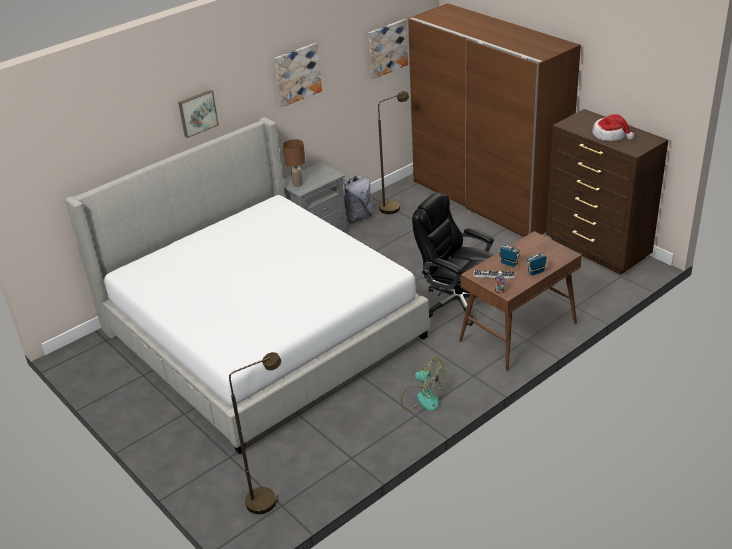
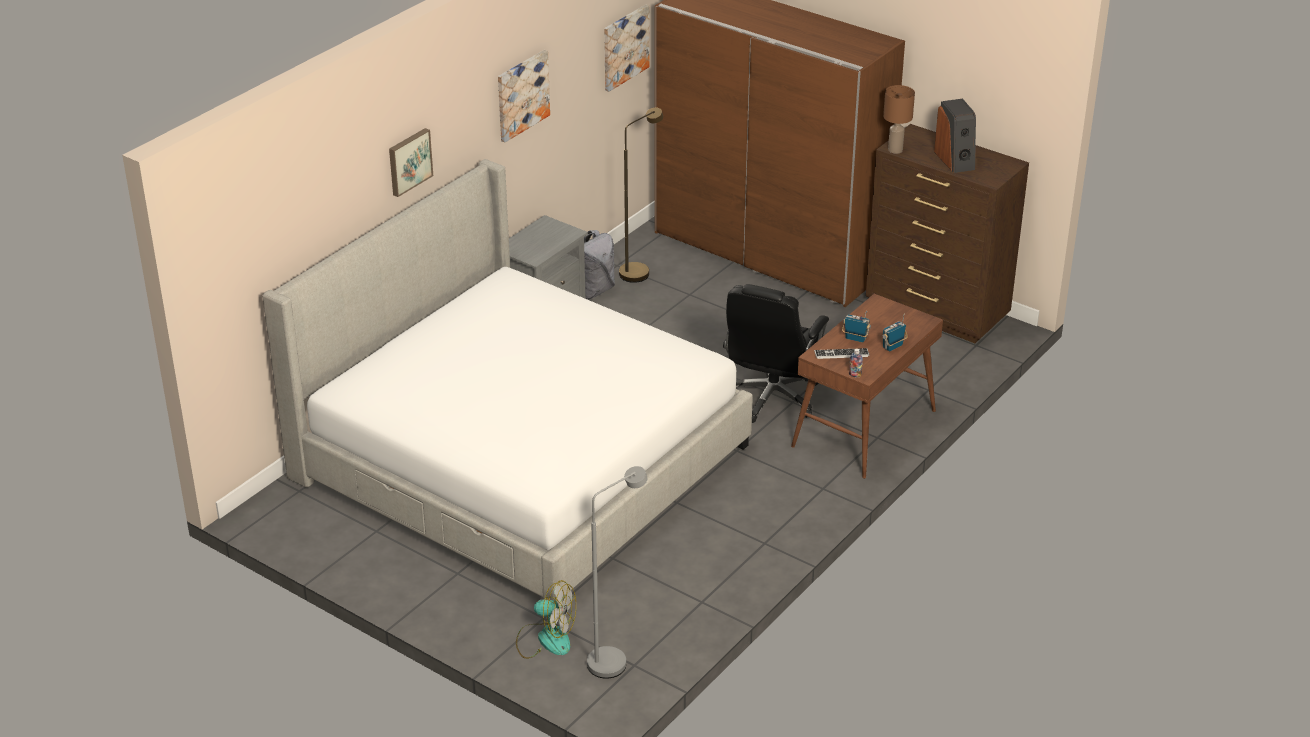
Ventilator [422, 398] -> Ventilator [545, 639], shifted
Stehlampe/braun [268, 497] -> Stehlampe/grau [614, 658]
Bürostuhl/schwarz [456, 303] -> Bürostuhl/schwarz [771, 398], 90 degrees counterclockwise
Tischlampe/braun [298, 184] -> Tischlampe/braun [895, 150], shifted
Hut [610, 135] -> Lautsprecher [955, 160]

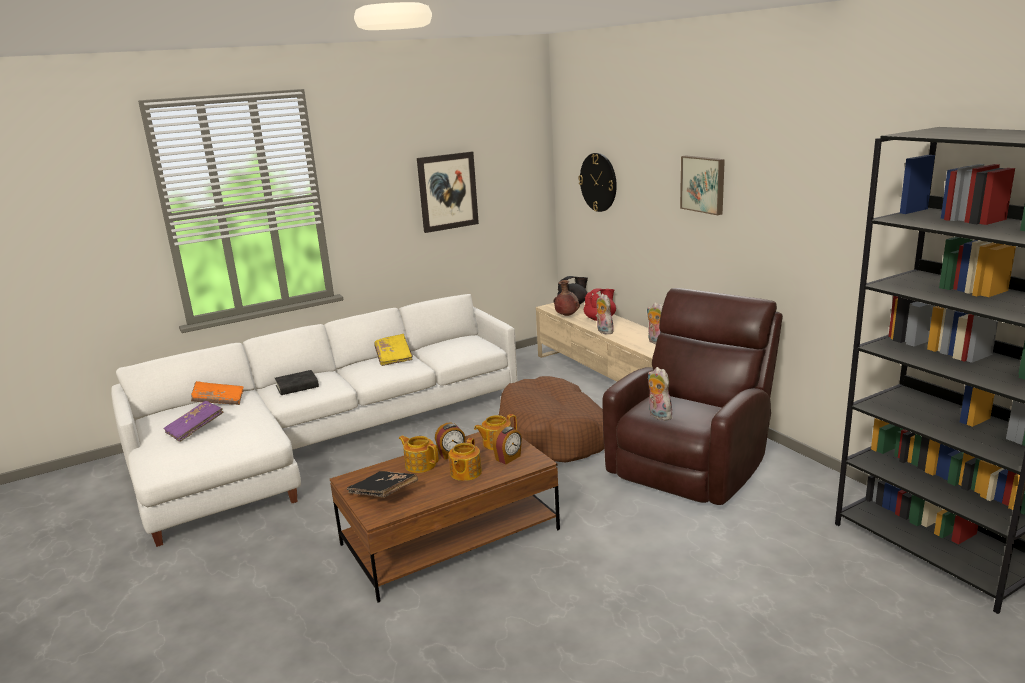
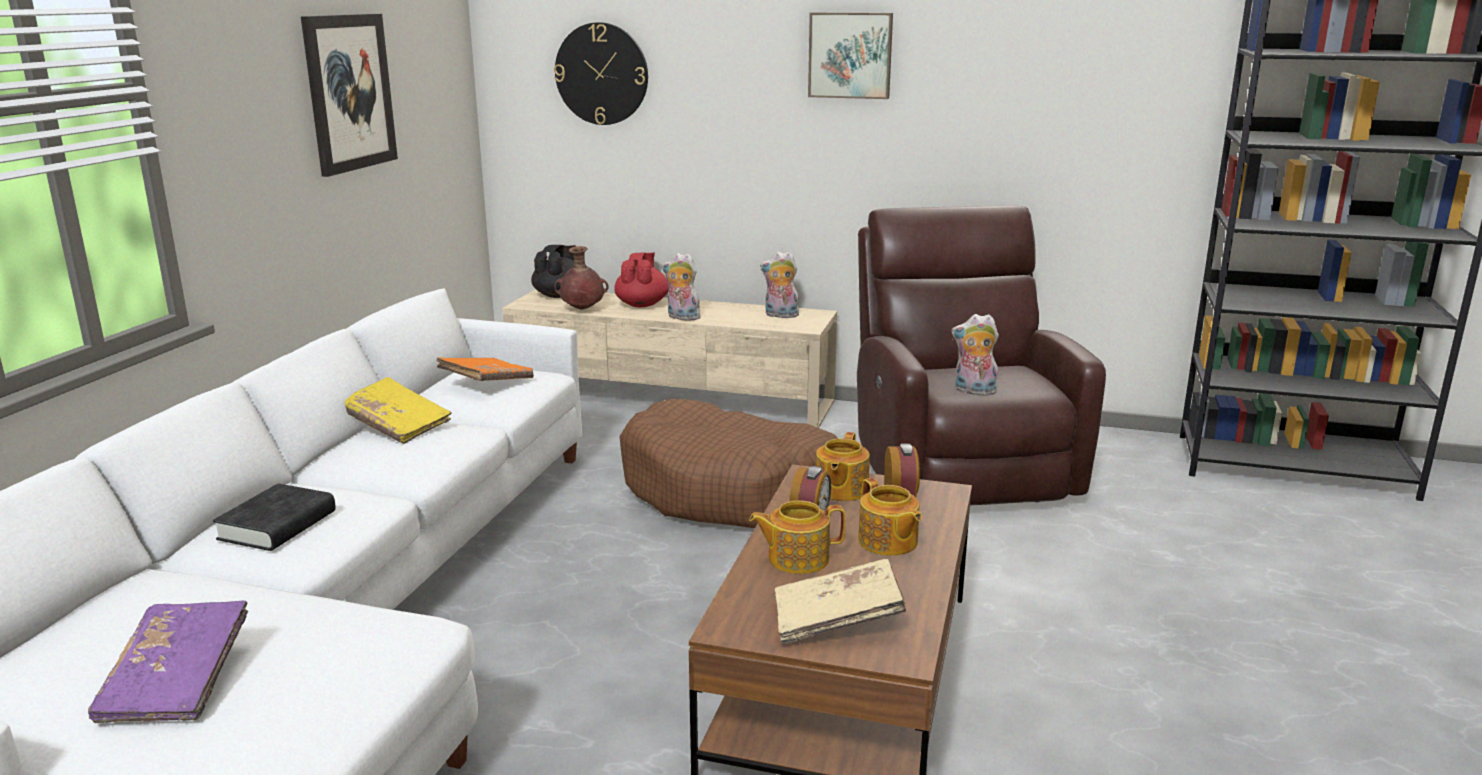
Buch/orange [219, 401] -> Buch/orange [487, 383], shifted
Buch/schwarz [383, 494] -> Buch/beige [837, 620]

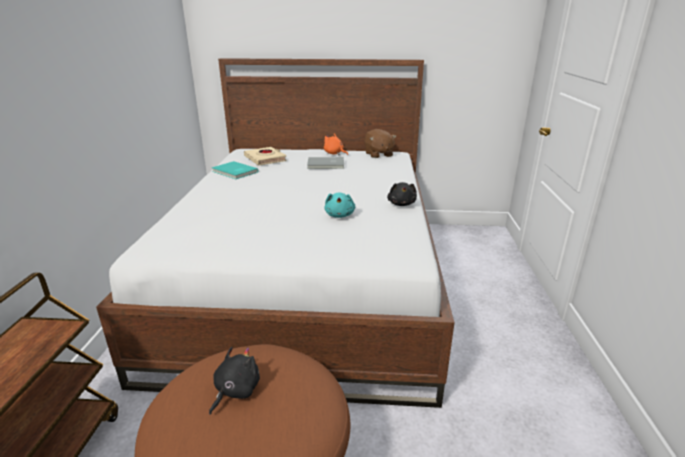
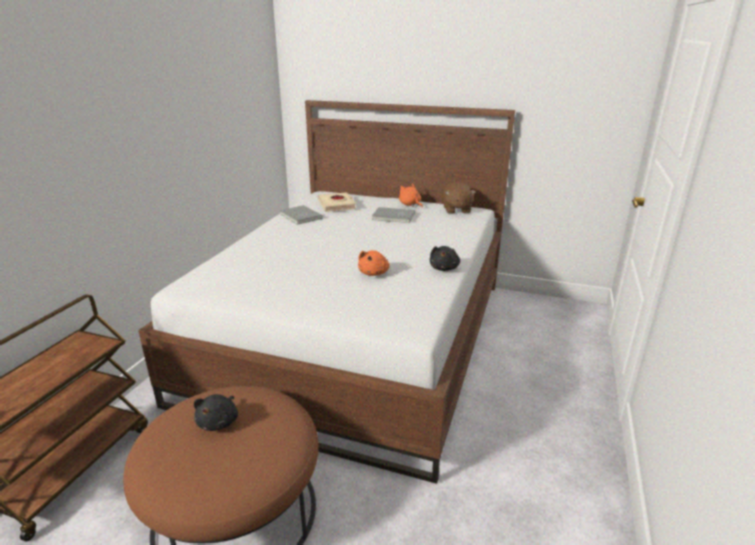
Plüschtier/schwarz [235, 390] -> Plüschtier/schwarz [219, 422], 150 degrees clockwise
Buch/türkis [234, 172] -> Buch/grau [300, 216]
Plüschtier/türkis [340, 215] -> Plüschtier/orange [374, 273]

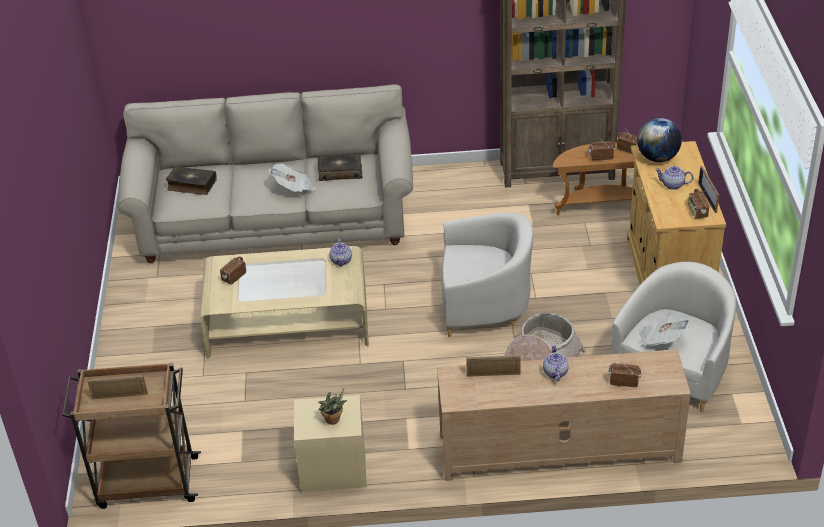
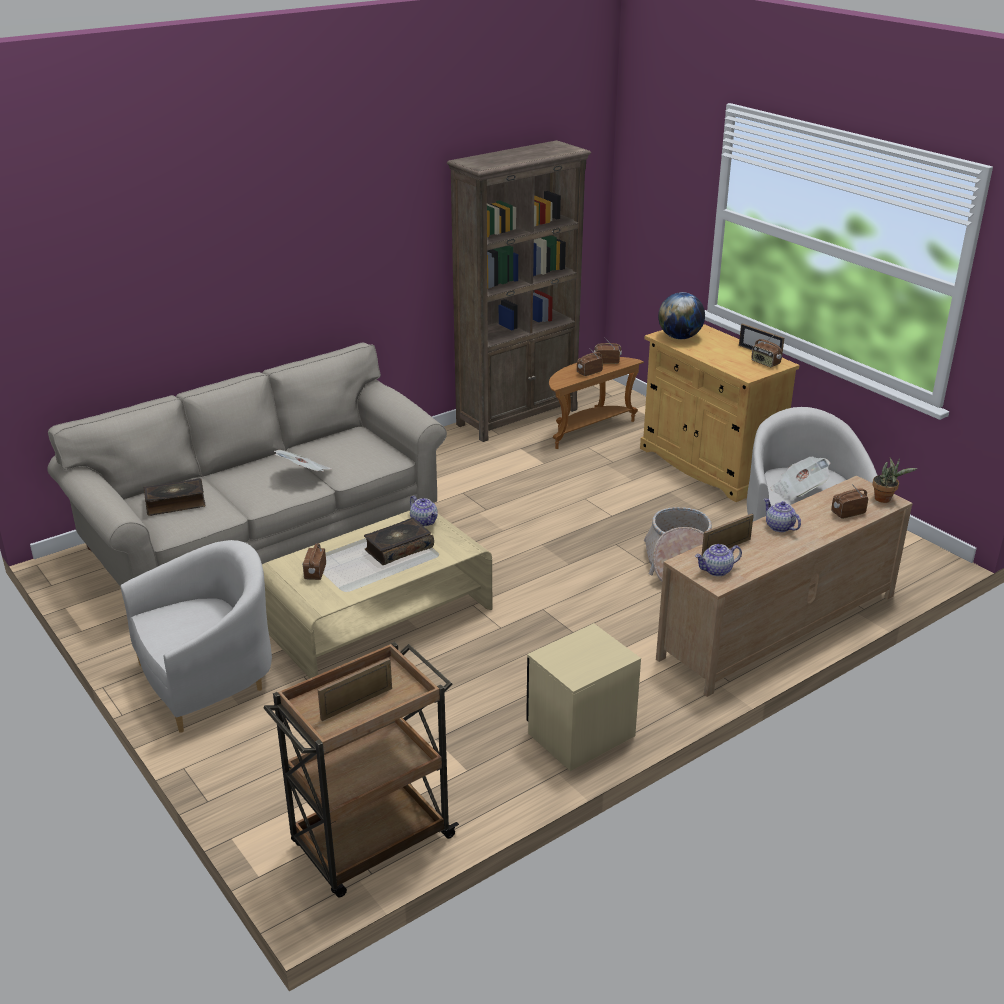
Sessel/weiß [484, 305] -> Sessel/weiß [208, 679], shifted
Buch [340, 172] -> Buch [398, 548], shifted
Teekanne [672, 185] -> Teekanne [716, 570], shifted
Topfpflanze [334, 421] -> Topfpflanze [885, 499], shifted

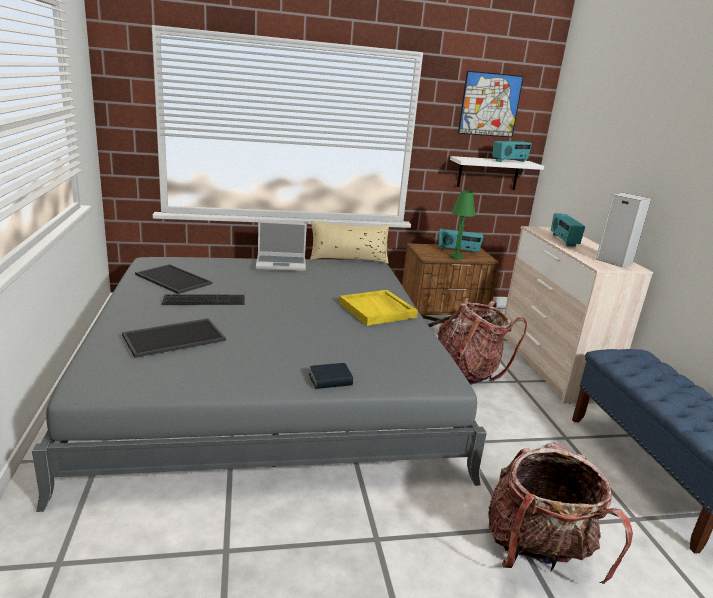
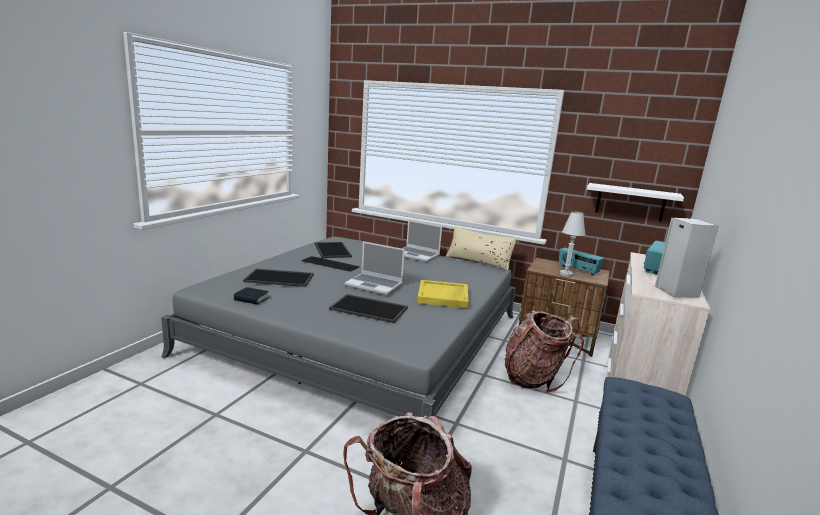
Buch [330, 380] -> Buch [251, 299], shifted
none -> Tablett [370, 308]
none -> Laptop [375, 285]
Tischlampe/grün [456, 257] -> Tischlampe/weiß [566, 274]
Bild [490, 105] -> none
Radio [510, 161] -> none

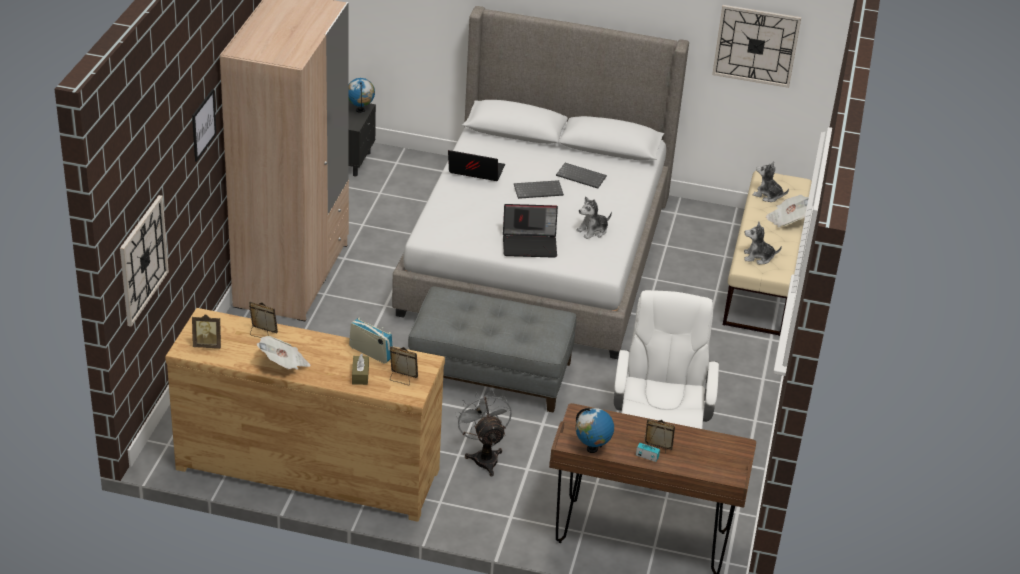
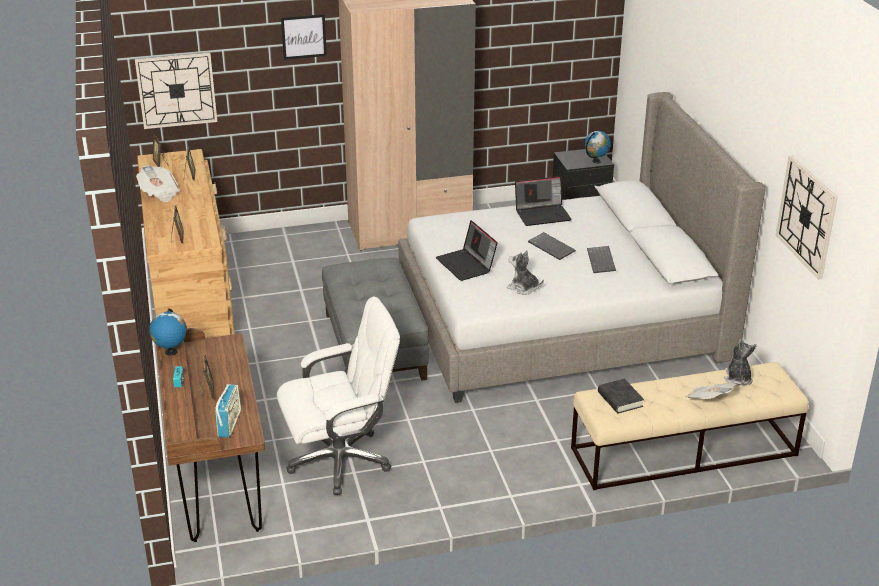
Radio [371, 352] -> Radio [229, 423], shifted
Laptop [475, 172] -> Laptop [543, 214], 90 degrees clockwise
Plüschtier [758, 257] -> Buch/schwarz [620, 399]
Taschentuchbox/braun [360, 375] -> none
Ventilator/grau [484, 456] -> none

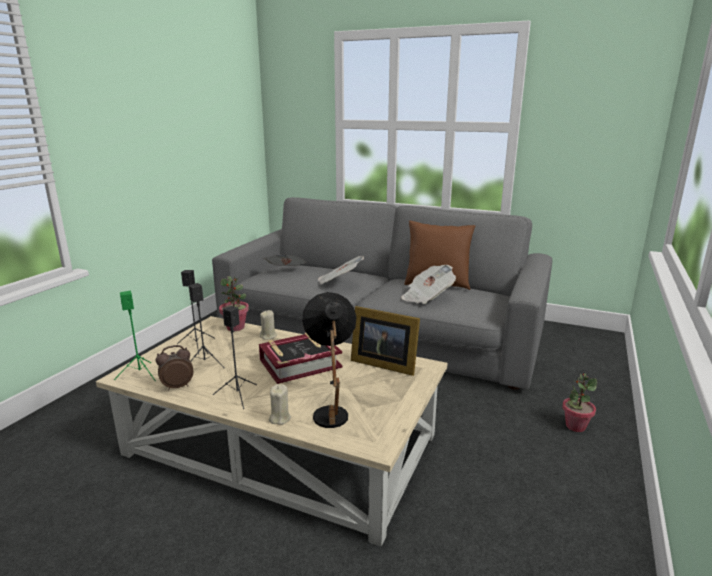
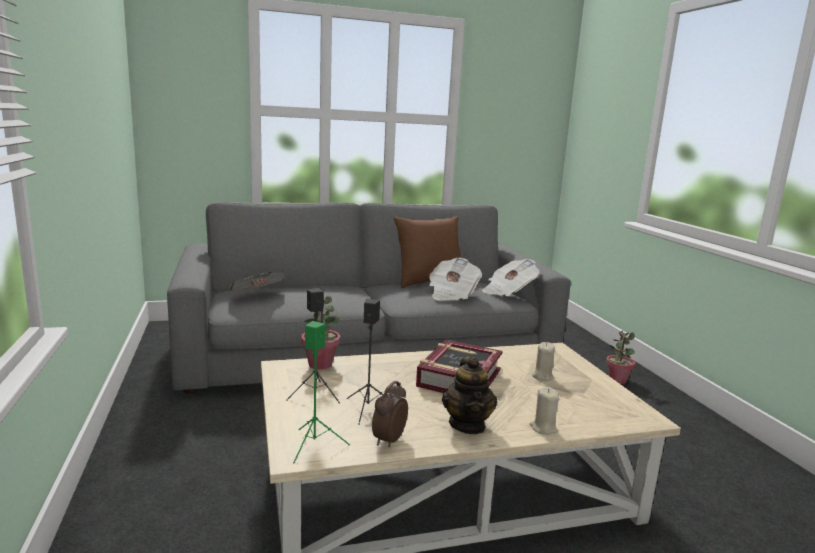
Lautsprecher/schwarz [238, 396] -> Teekanne [467, 425]
Zeitung [339, 282] -> Zeitung [508, 291], shifted
Kerze/beige [268, 336] -> Kerze/beige [542, 376], shifted
Tischlampe/schwarz [331, 409] -> none
Bilderrahmen [382, 363] -> none

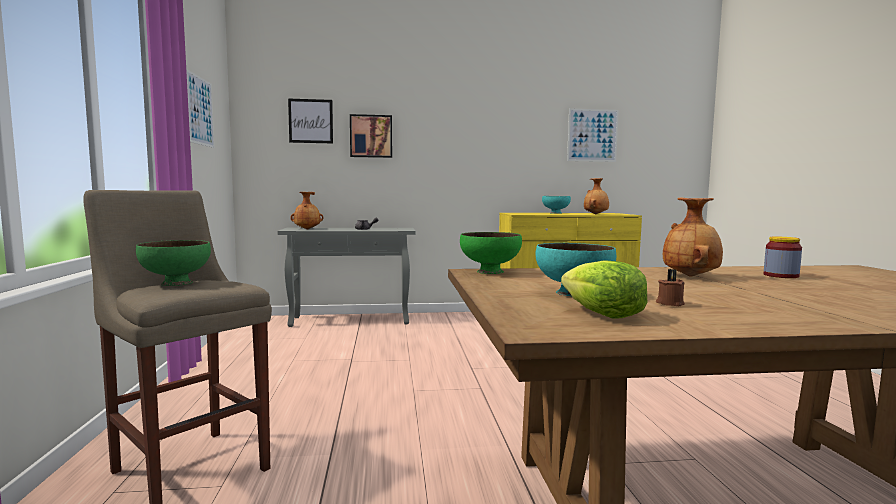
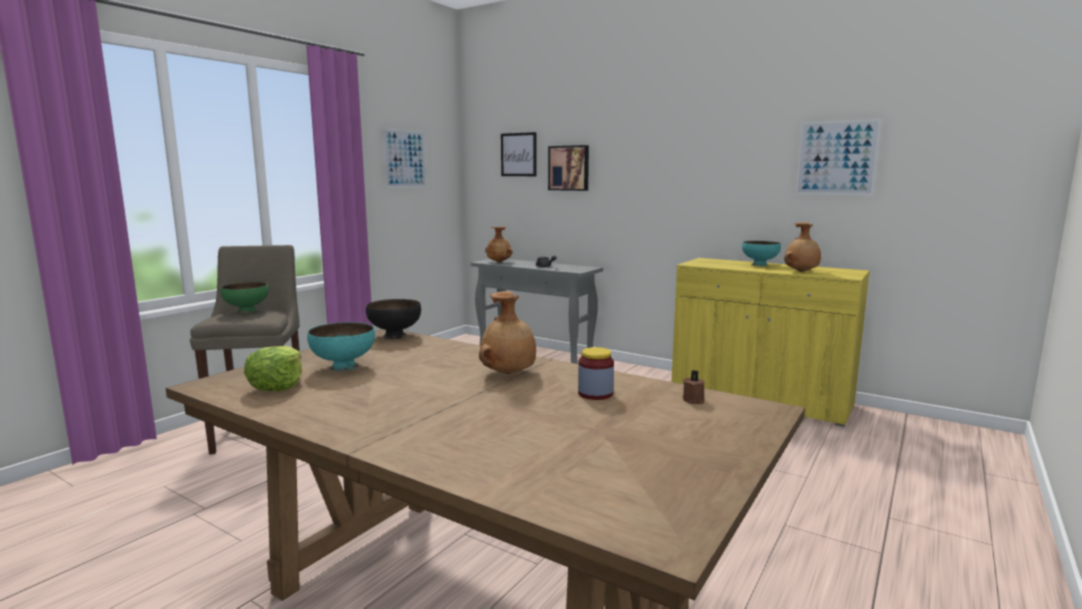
Schüssel/grün [490, 271] -> Schüssel/schwarz [395, 336]
Kerze/braun [669, 303] -> Kerze/braun [694, 400], shifted

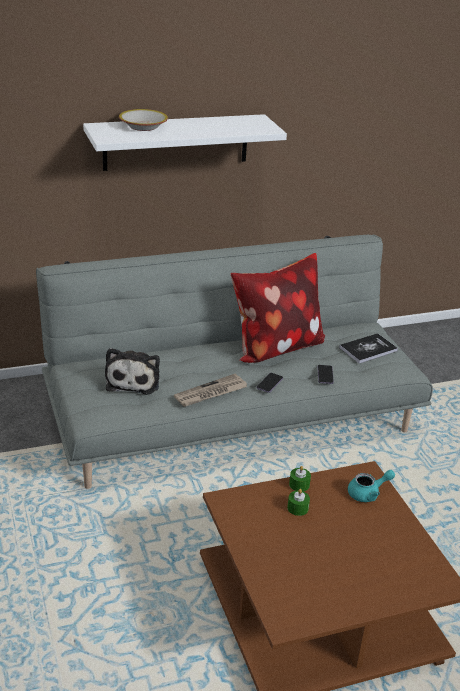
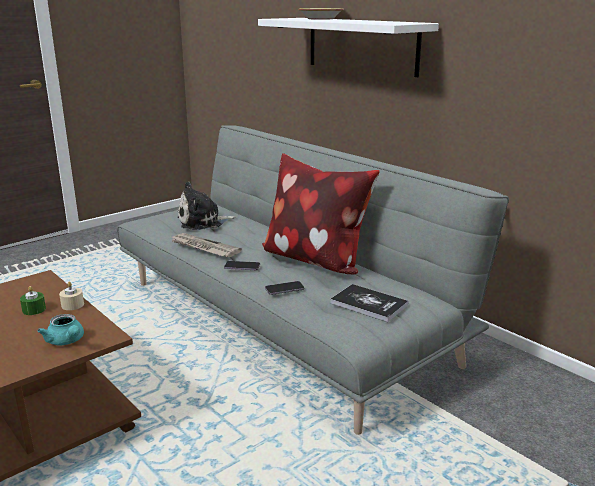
Kerze/grün [299, 485] -> Kerze/beige [72, 305]

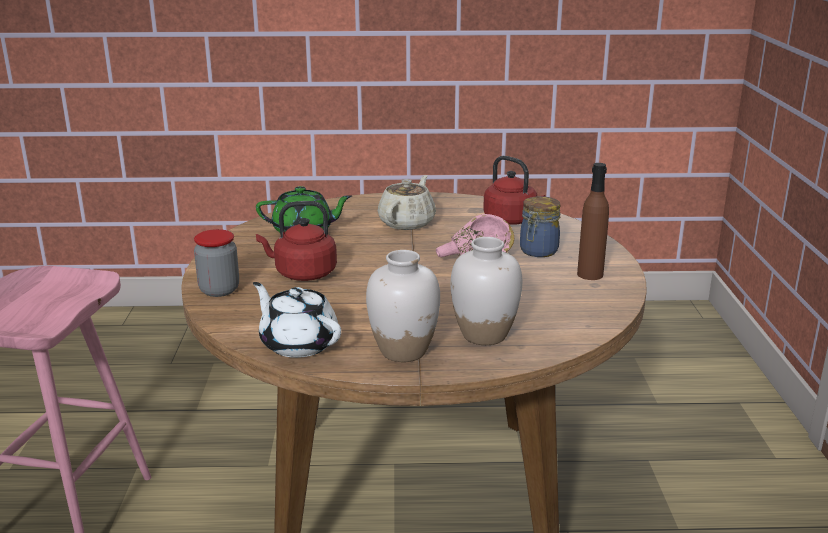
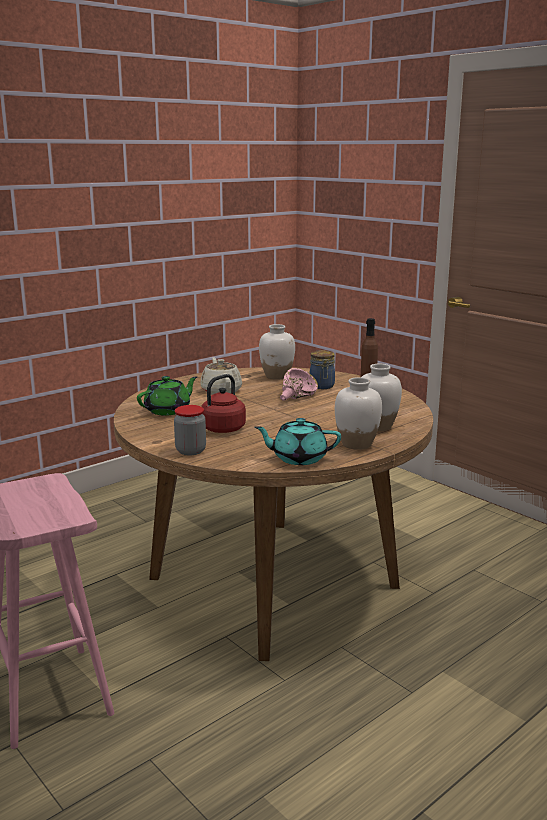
Teekanne/weiß [298, 343] -> Teekanne/türkis [298, 458]
Wasserkessel/rot [512, 220] -> Vase/weiß [277, 376]

